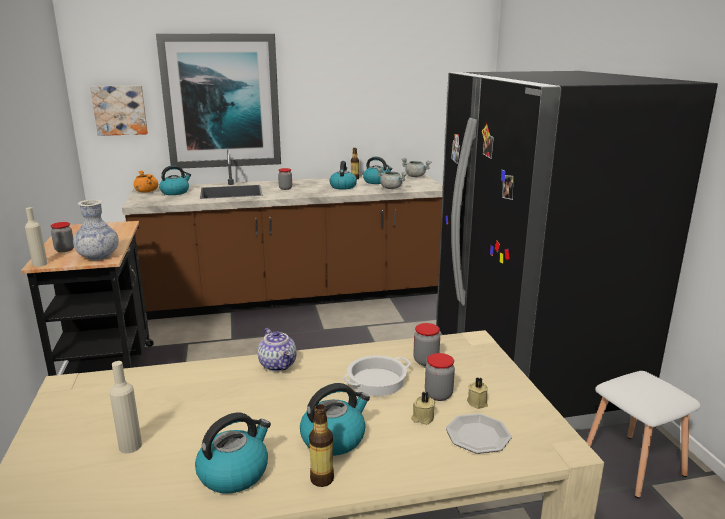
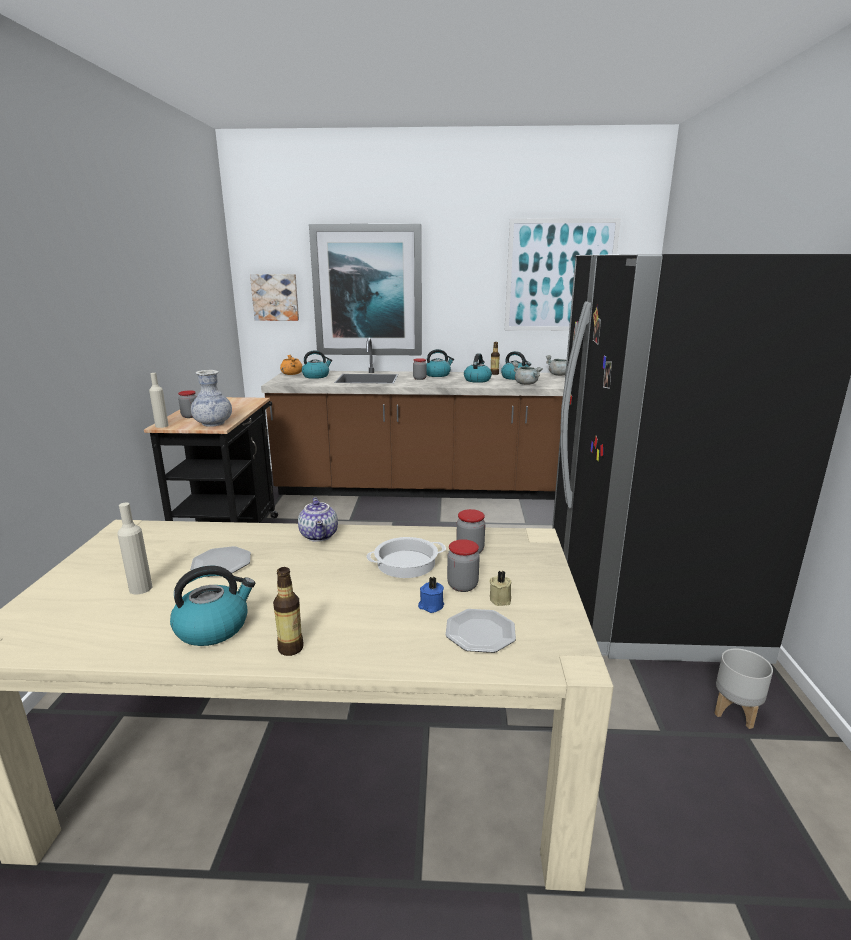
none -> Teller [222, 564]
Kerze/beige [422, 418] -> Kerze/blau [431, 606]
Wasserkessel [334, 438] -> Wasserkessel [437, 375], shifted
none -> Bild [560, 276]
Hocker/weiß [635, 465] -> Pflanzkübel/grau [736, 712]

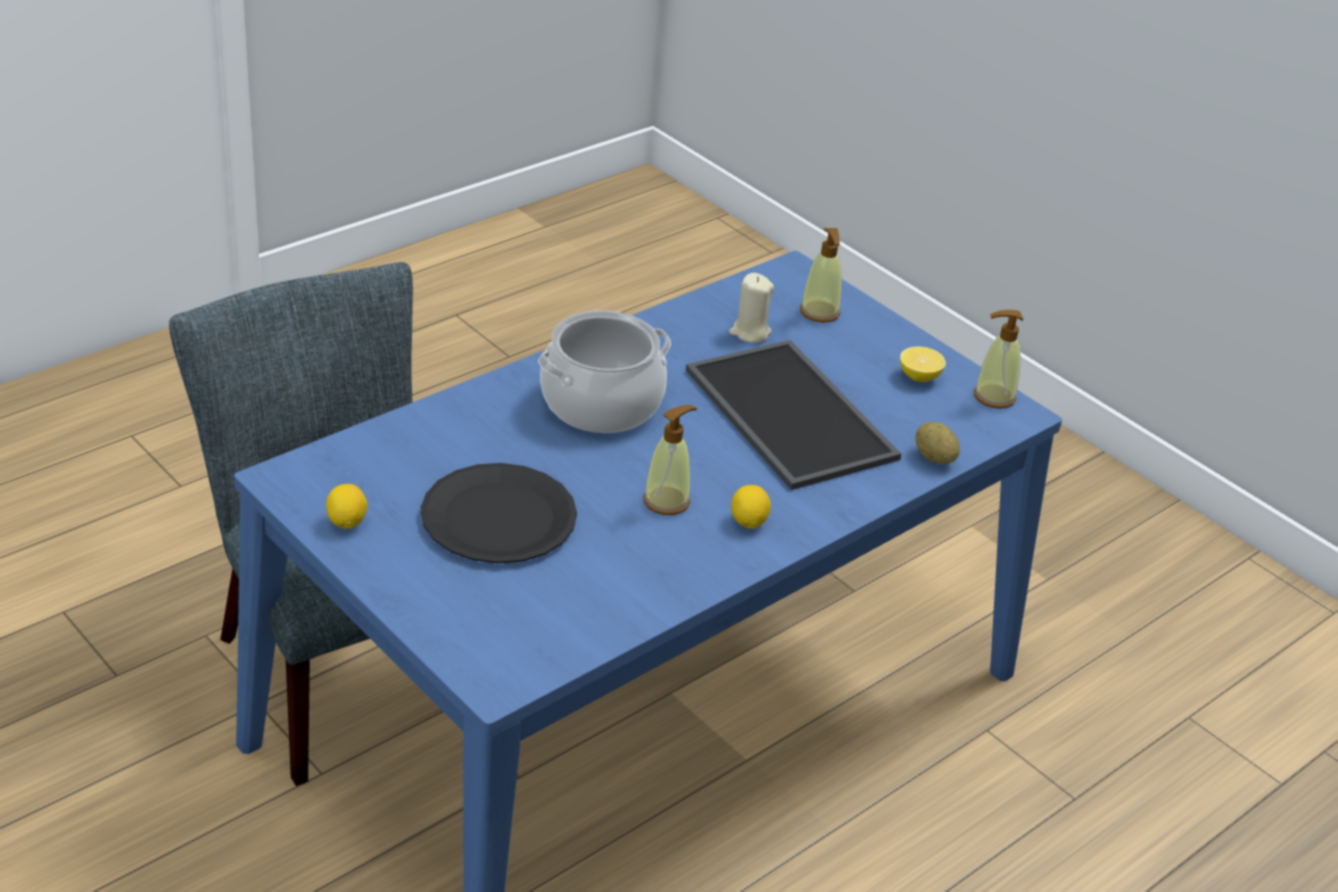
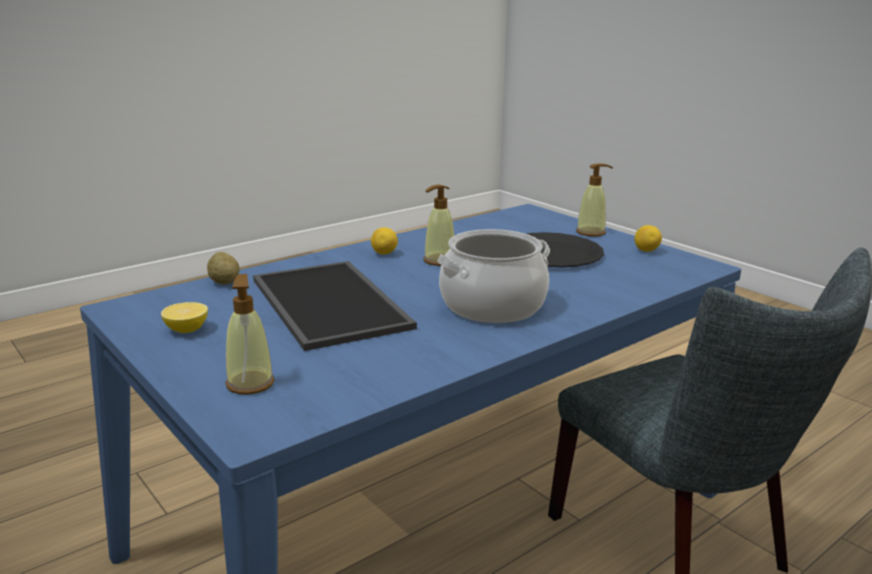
Seifenspender [993, 397] -> Seifenspender [591, 232], shifted
Kerze/beige [750, 333] -> none

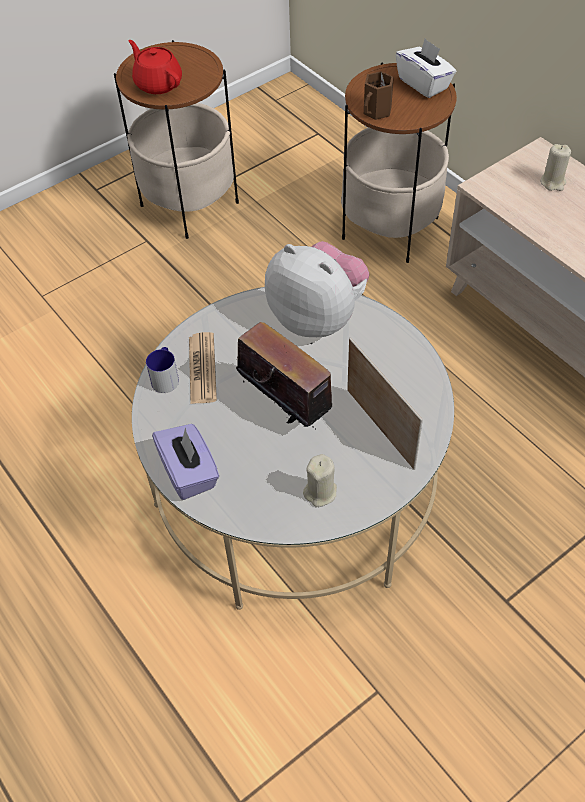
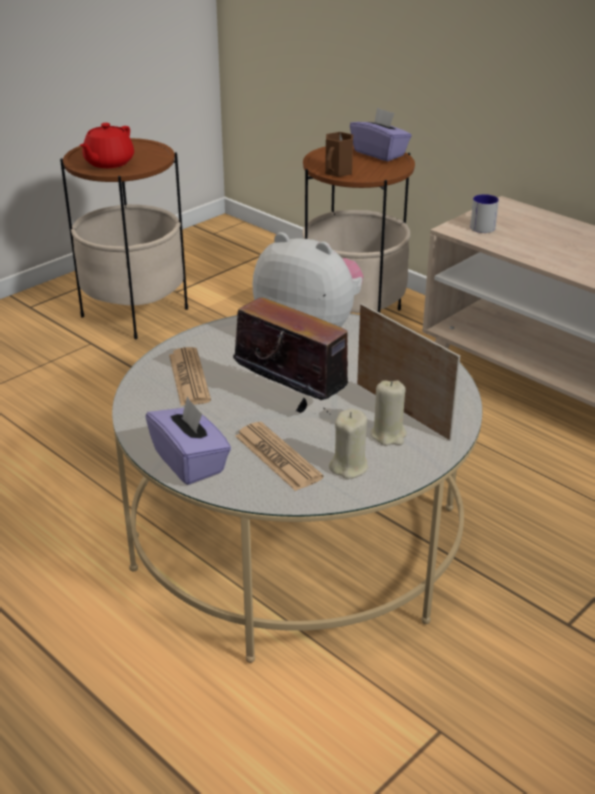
Teekanne/rot [158, 83] -> Teekanne/rot [108, 163], 105 degrees counterclockwise
none -> Zeitung [277, 457]
Taschentuchbox/weiß [424, 83] -> Taschentuchbox/lila [379, 153]
Kerze/beige [553, 182] -> Kerze/beige [388, 435], shifted
Henkelbecher [165, 377] -> Henkelbecher [481, 226], shifted

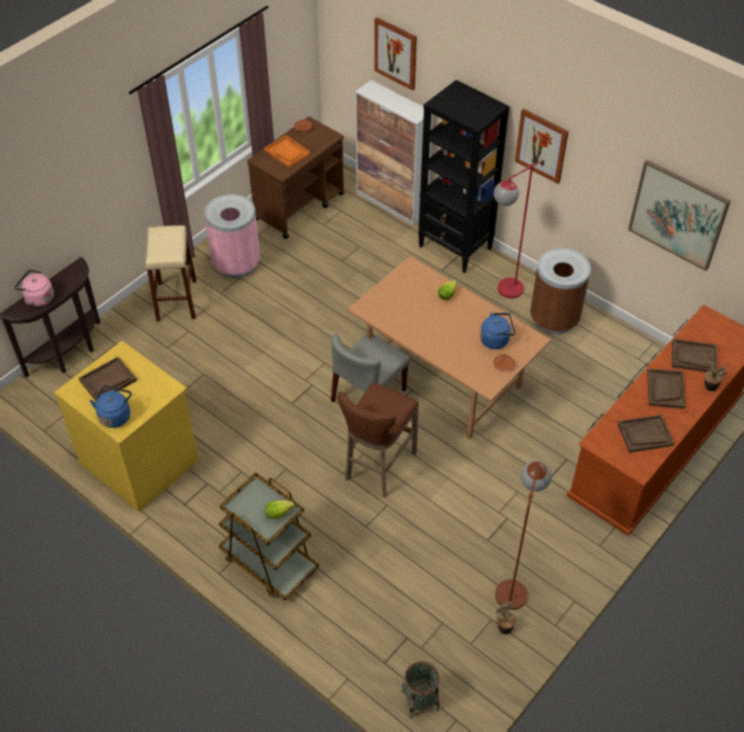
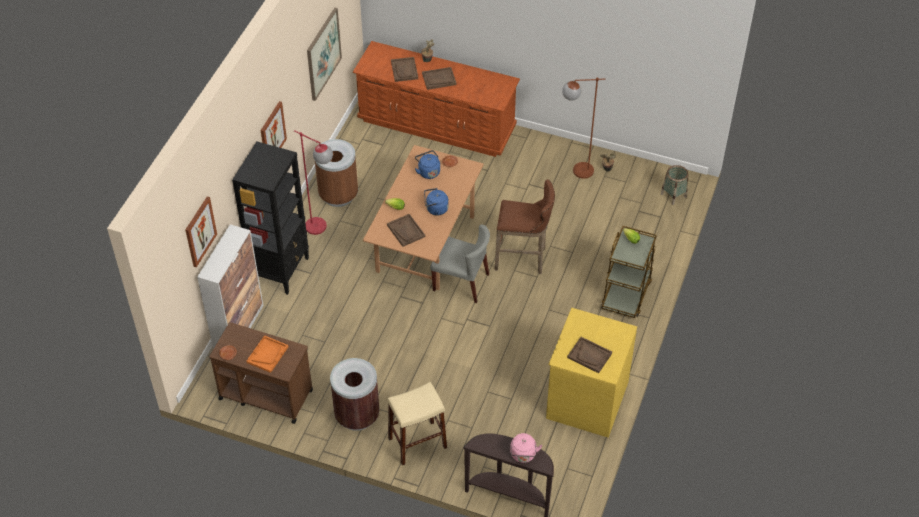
Mülleimer/rosa [236, 264] -> Mülleimer/braun [357, 415]
Tablett/braun [645, 434] -> Tablett/braun [406, 231], shifted
Wasserkessel/blau [115, 415] -> Wasserkessel/blau [435, 209], shifted

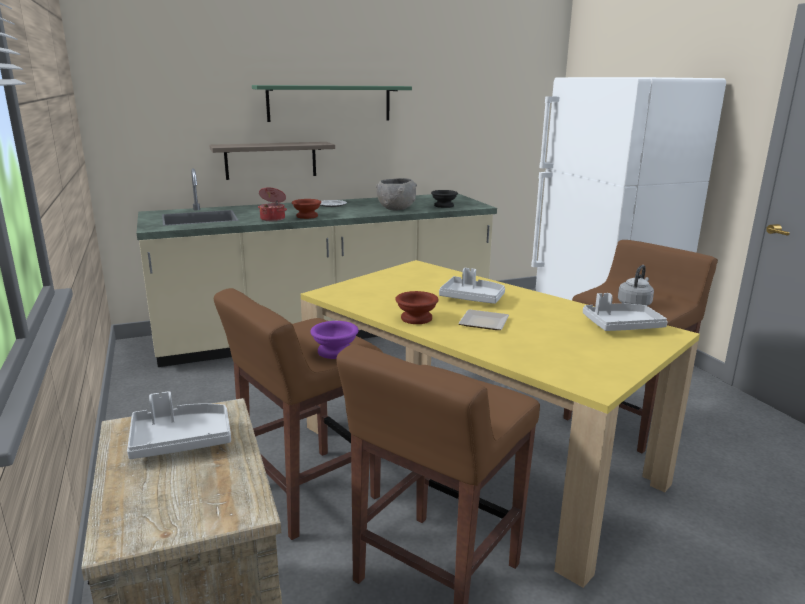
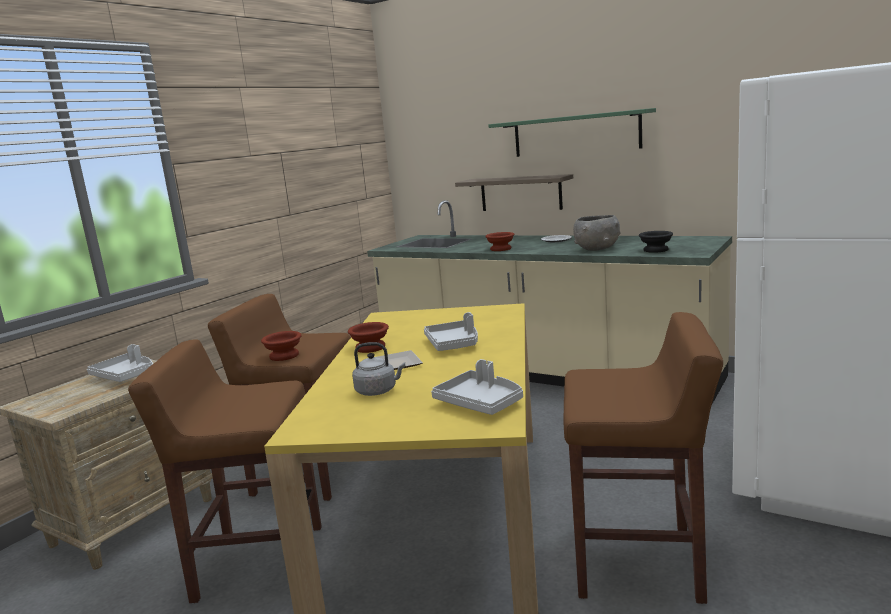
Schüssel/lila [335, 351] -> Schüssel/braun [285, 355]
Wasserkessel/grau [634, 304] -> Wasserkessel/grau [378, 391], shifted
Kochtopf [273, 219] -> none

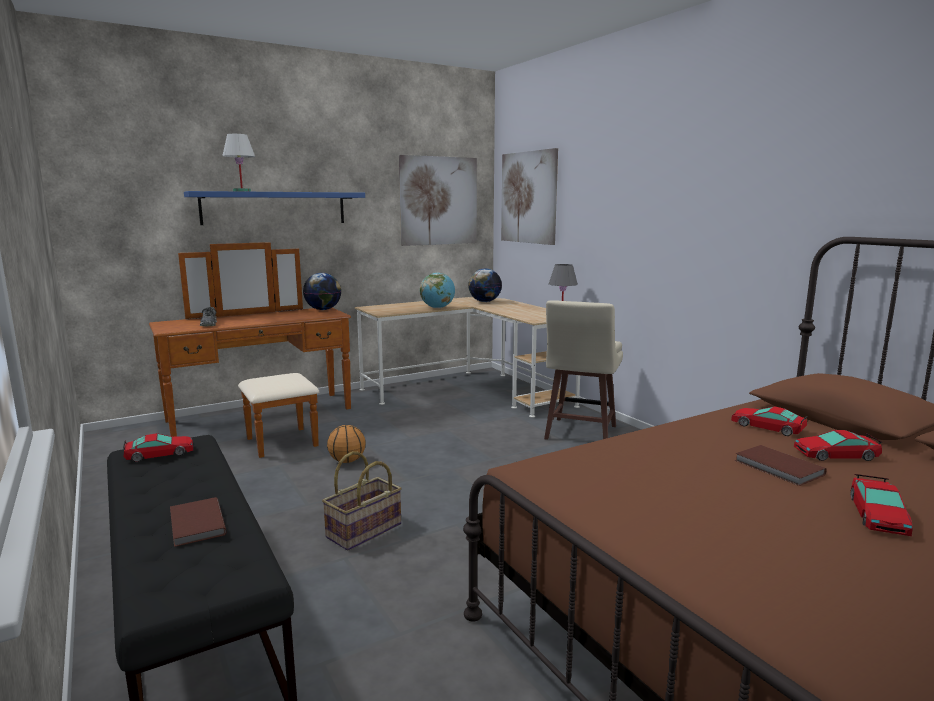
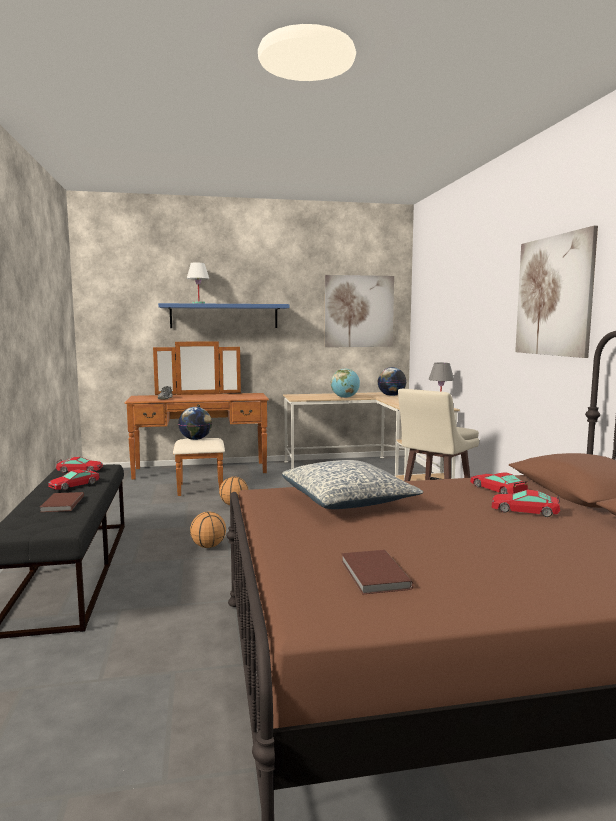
Spielzeugauto [877, 515] -> Spielzeugauto [74, 485], shifted
Globus [323, 309] -> Globus [195, 439], shifted
Korb [364, 531] -> Basketball [208, 546]
none -> Kissen [348, 501]
Buch/braun [778, 468] -> Buch/braun [373, 575], shifted
Bild [528, 197] -> Bild [553, 296], shifted

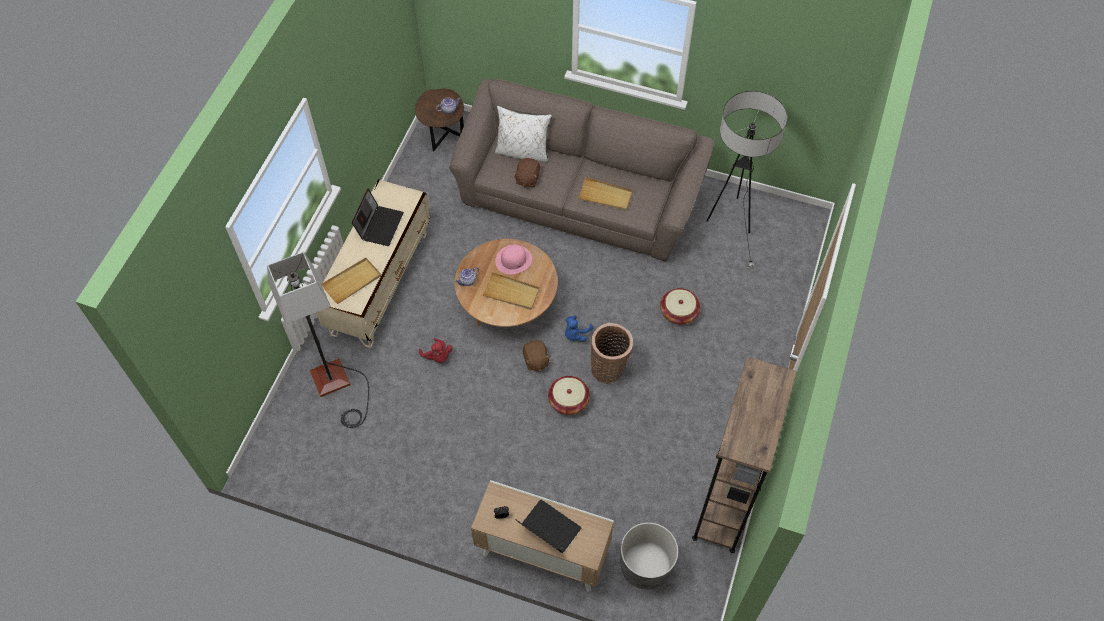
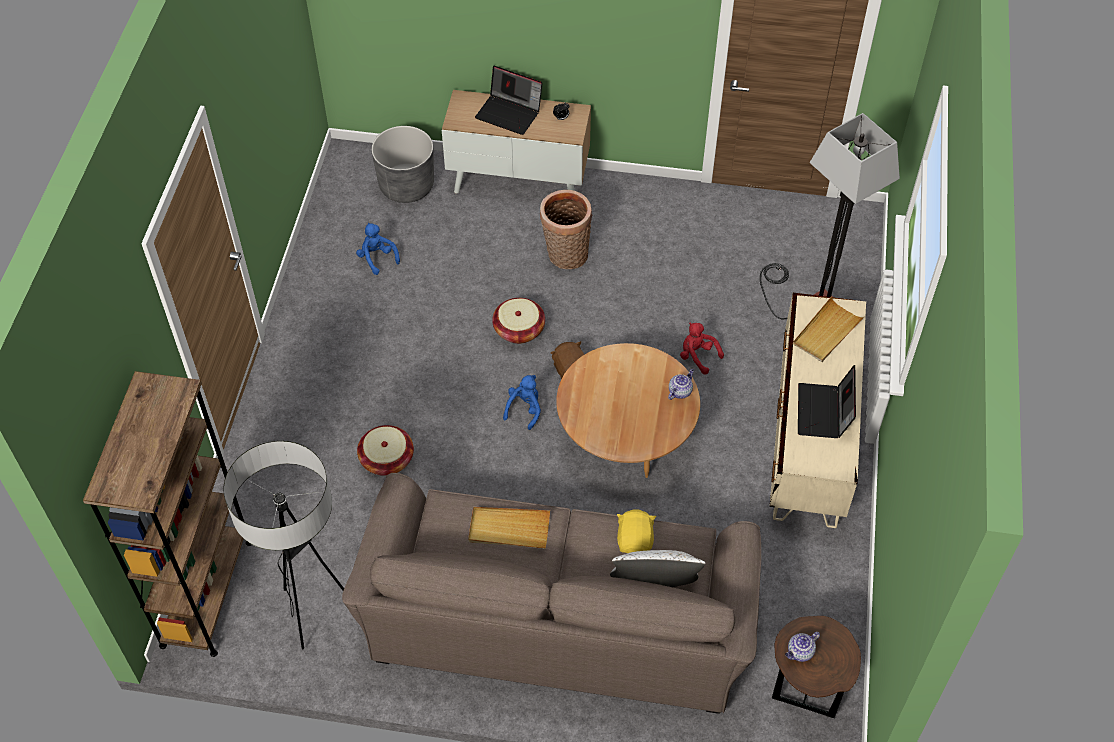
Bücherregal/braun [725, 502] -> Bücherregal/braun [207, 593], shifted
none -> Plüschtier/blau [377, 258]
Korb [609, 368] -> Korb [565, 256], shifted
Plüschtier/braun [527, 179] -> Plüschtier/gelb [635, 540]
Tablett/beige [511, 293] -> none
Hut/rosa [513, 259] -> none

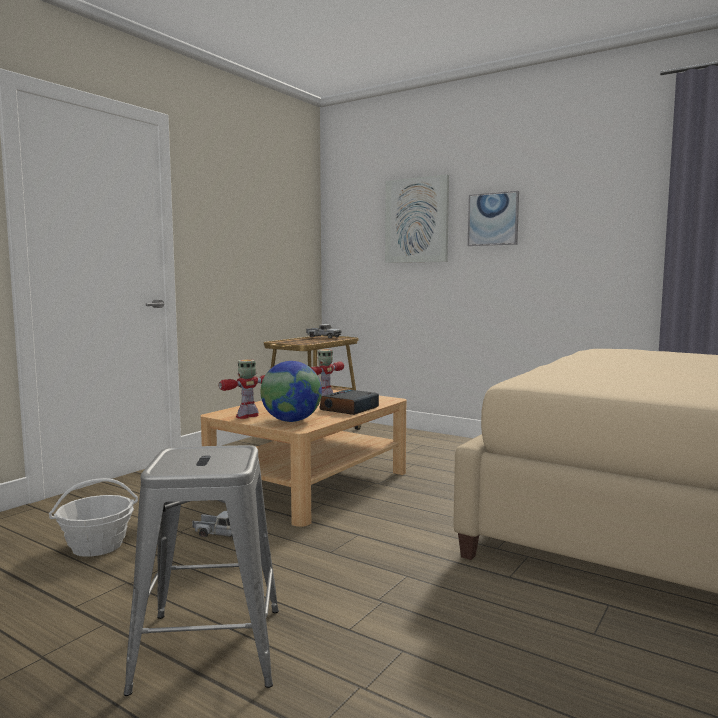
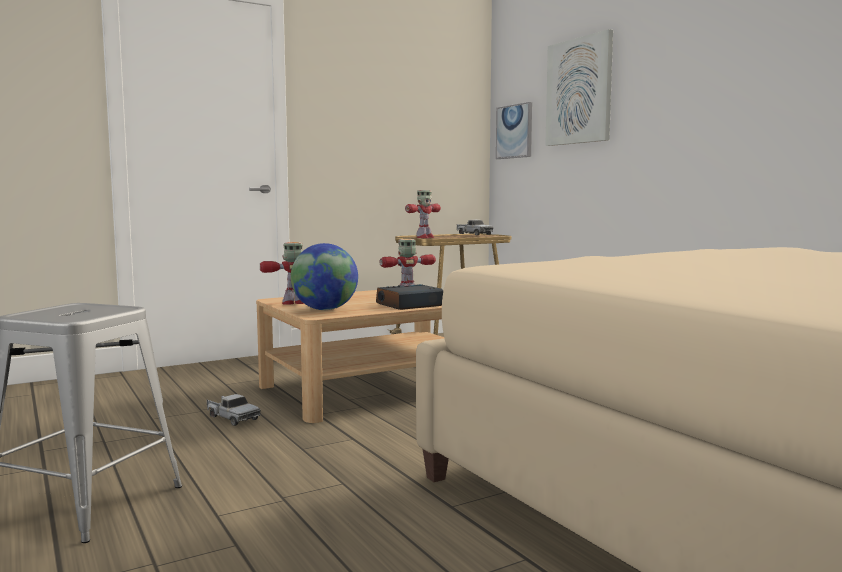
none -> Spielzeugroboter [424, 237]
Bild [493, 219] -> Bild [514, 131], shifted
Korb [97, 546] -> none

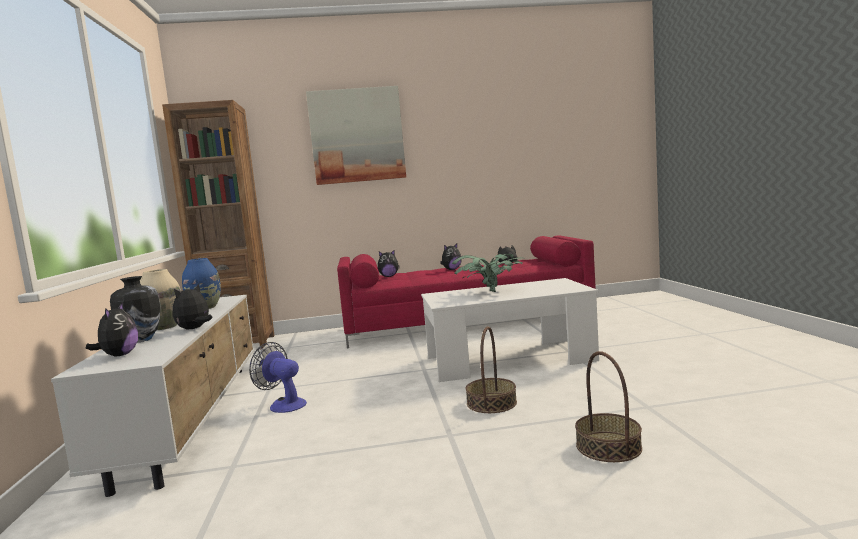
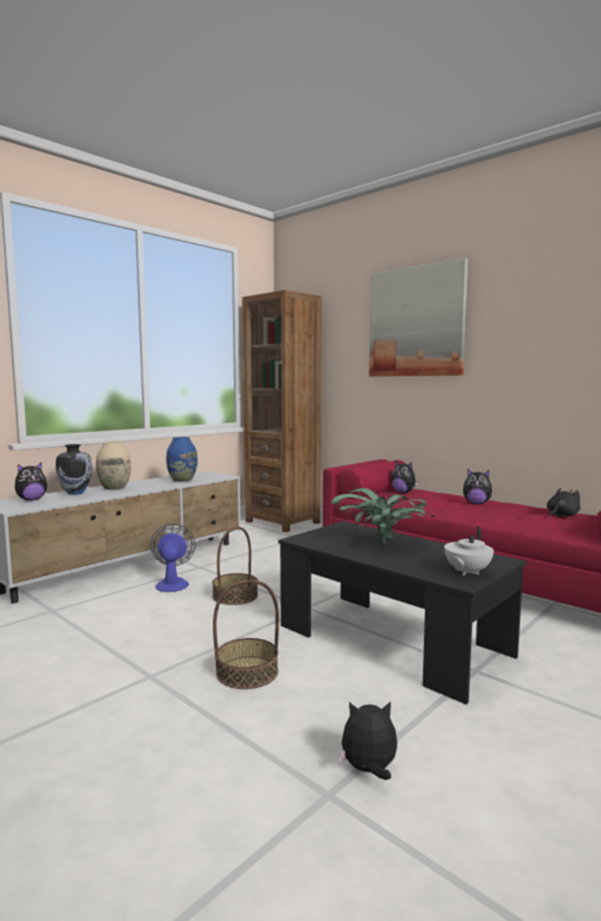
Korb [608, 447] -> Korb [235, 596], shifted
Couchtisch/weiß [509, 359] -> Couchtisch/schwarz [392, 640]
Plüschtier [194, 329] -> Plüschtier [369, 770], shifted
none -> Teekanne/weiß [466, 572]

